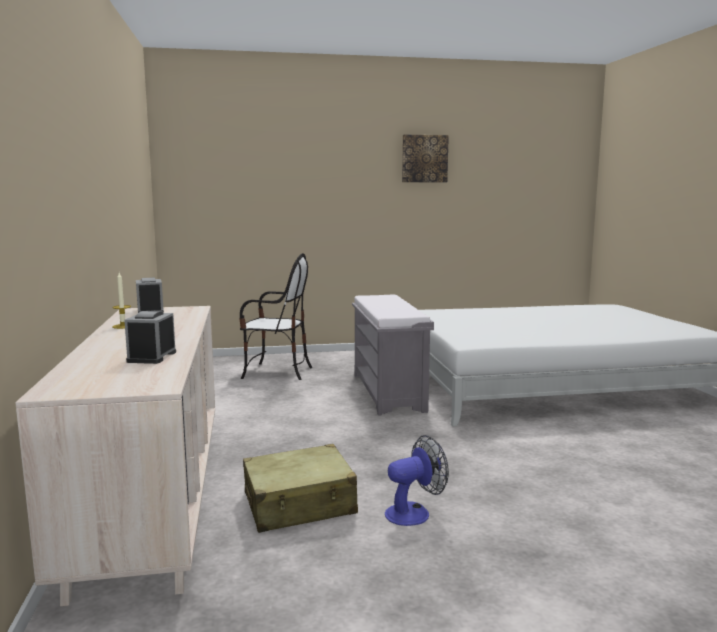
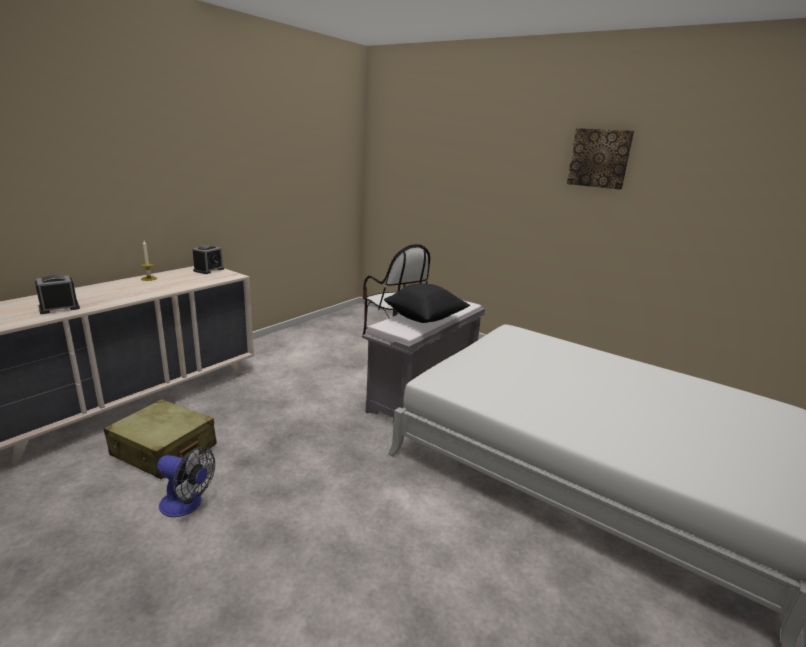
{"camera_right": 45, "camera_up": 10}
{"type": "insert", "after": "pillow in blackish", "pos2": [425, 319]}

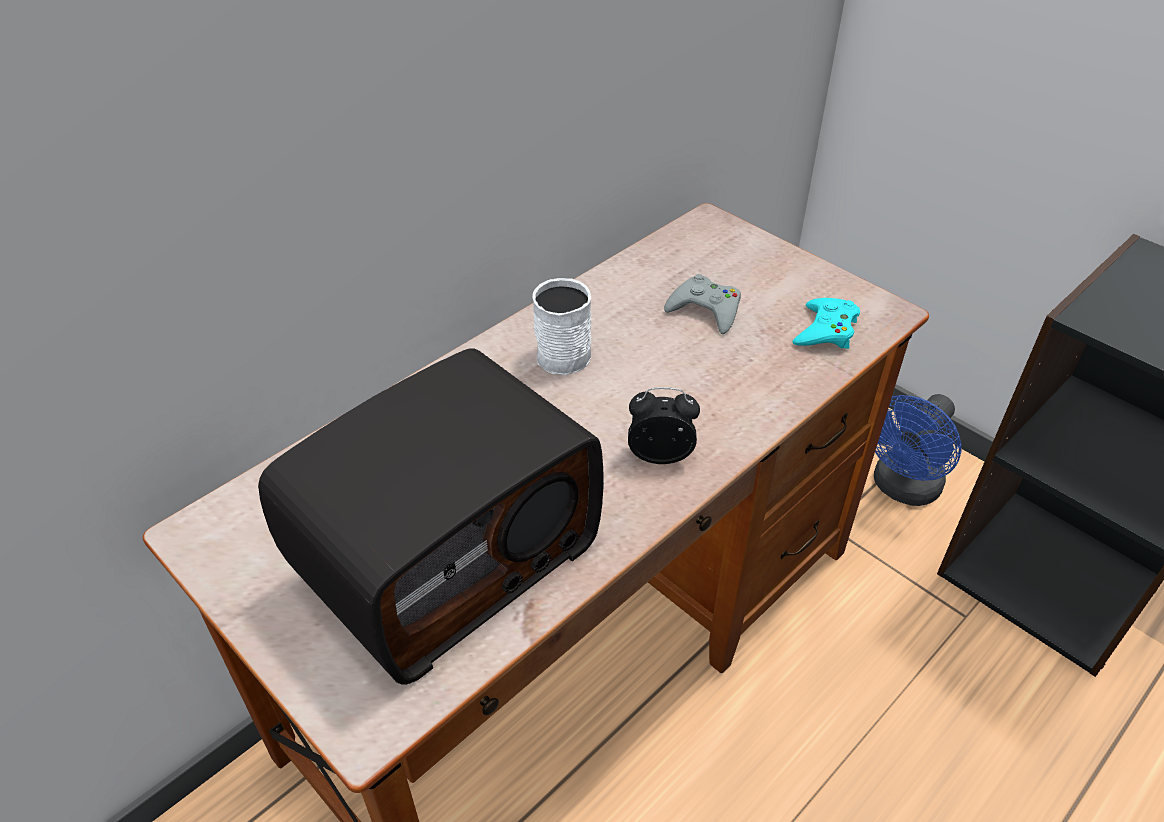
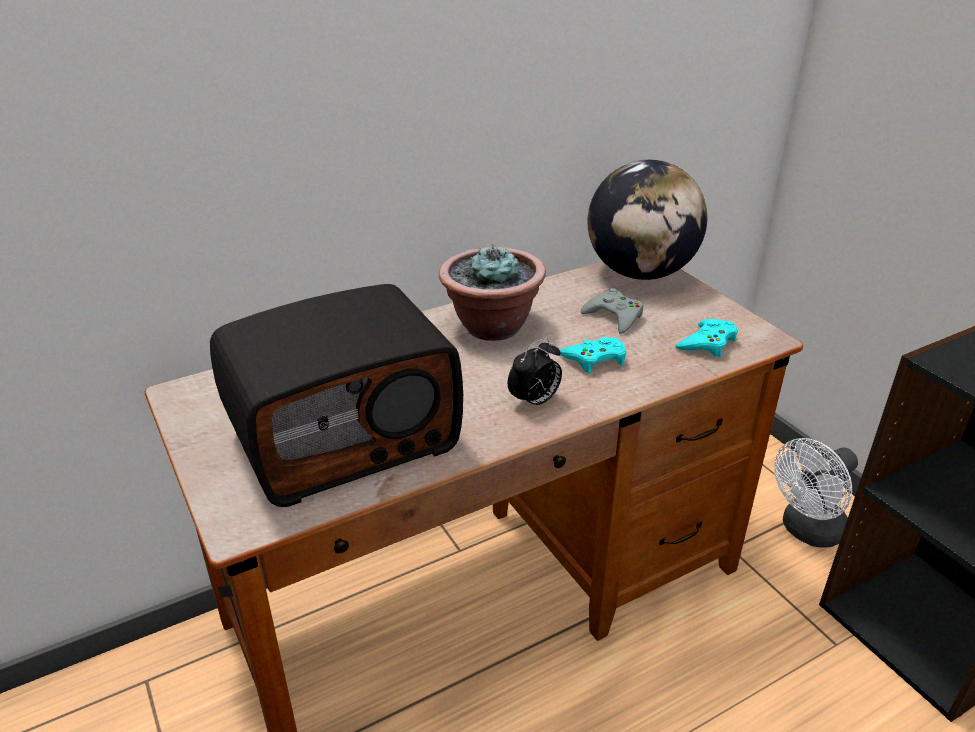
{"camera_right": 15, "camera_up": -10}
{"type": "replace", "before": "mug in whitish", "after": "potted plant", "pos1": [564, 350], "pos2": [491, 326]}
{"type": "rotate", "before": "bedside clock", "pos1": [660, 454], "pos2": [534, 402], "turn": 120}
{"type": "recolor", "before": "electric fan in blue-coloured", "after": "electric fan in whitish", "pos1": [902, 488], "pos2": [807, 531]}
{"type": "insert", "after": "game controller in blue-green", "pos2": [595, 359]}
{"type": "insert", "after": "world globe", "pos2": [640, 273]}

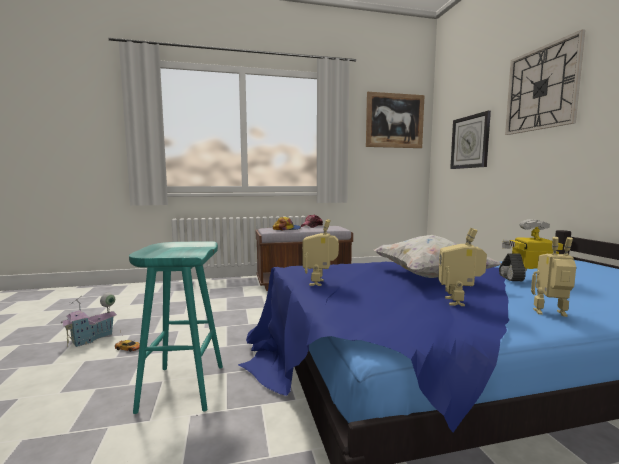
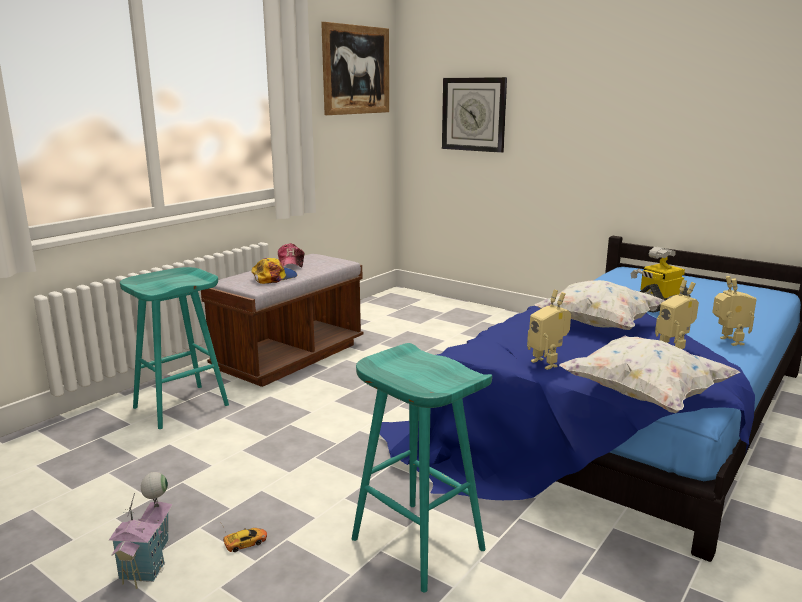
{"camera_right": -40, "camera_up": 10}
{"type": "delete", "before": "clock on the wall", "pos1": [541, 88]}
{"type": "rotate", "before": "robot figure", "pos1": [551, 314], "pos2": [728, 341], "turn": 105}
{"type": "insert", "after": "stool in blue-green", "pos2": [182, 405]}
{"type": "insert", "after": "pillow in whitish", "pos2": [643, 396]}

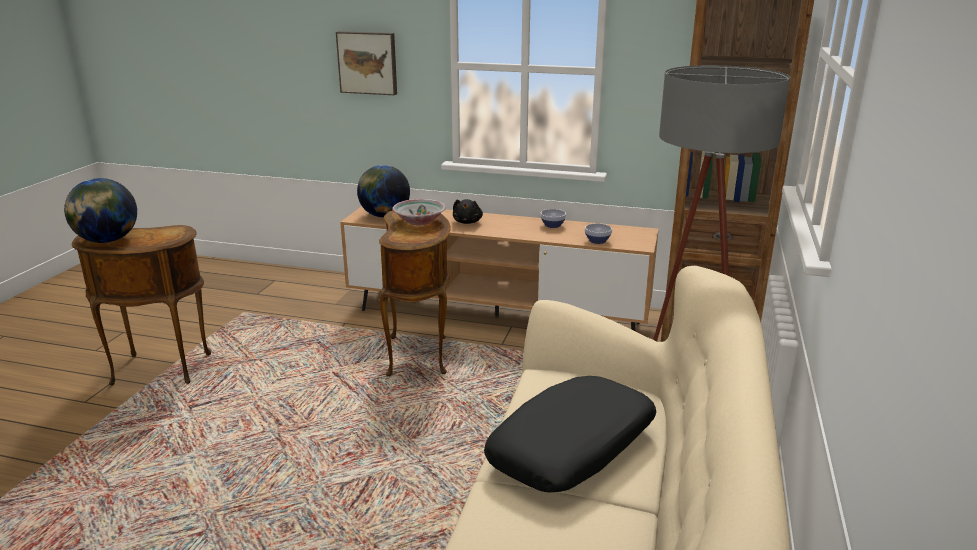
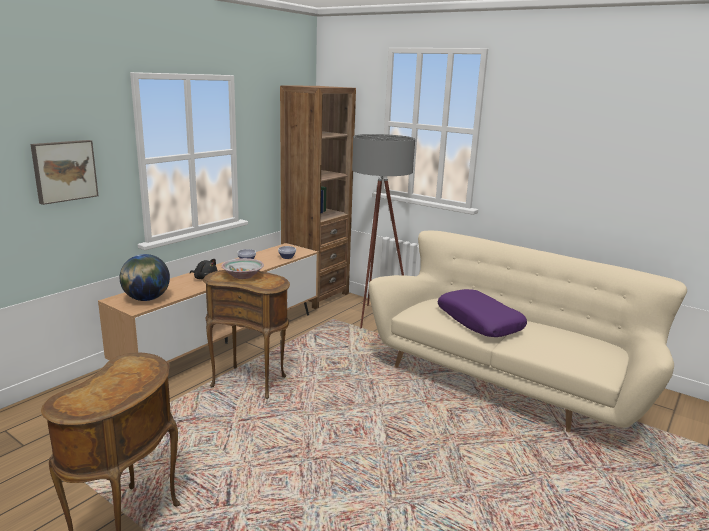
{"camera_right": -70, "camera_up": -5}
{"type": "delete", "before": "world globe", "pos1": [107, 241]}
{"type": "recolor", "before": "pillow in blackish", "after": "pillow in purple-coloured", "pos1": [572, 448], "pos2": [479, 321]}

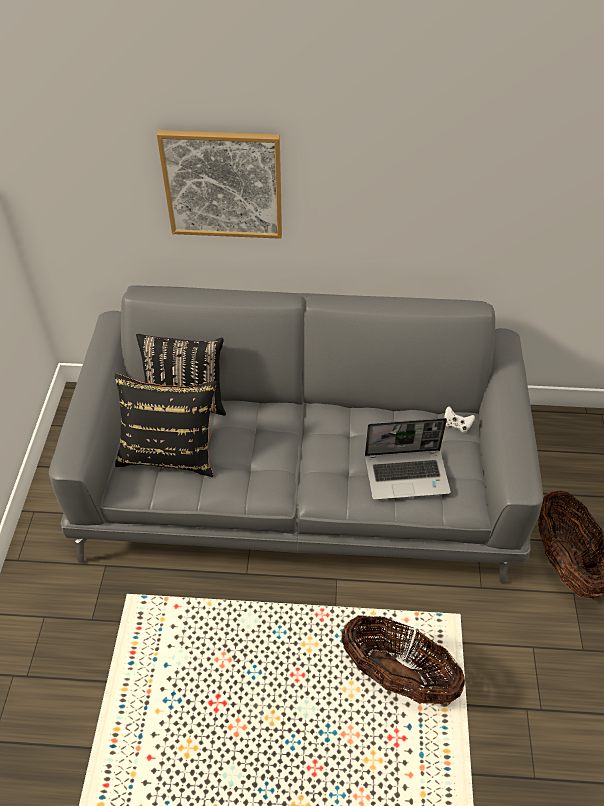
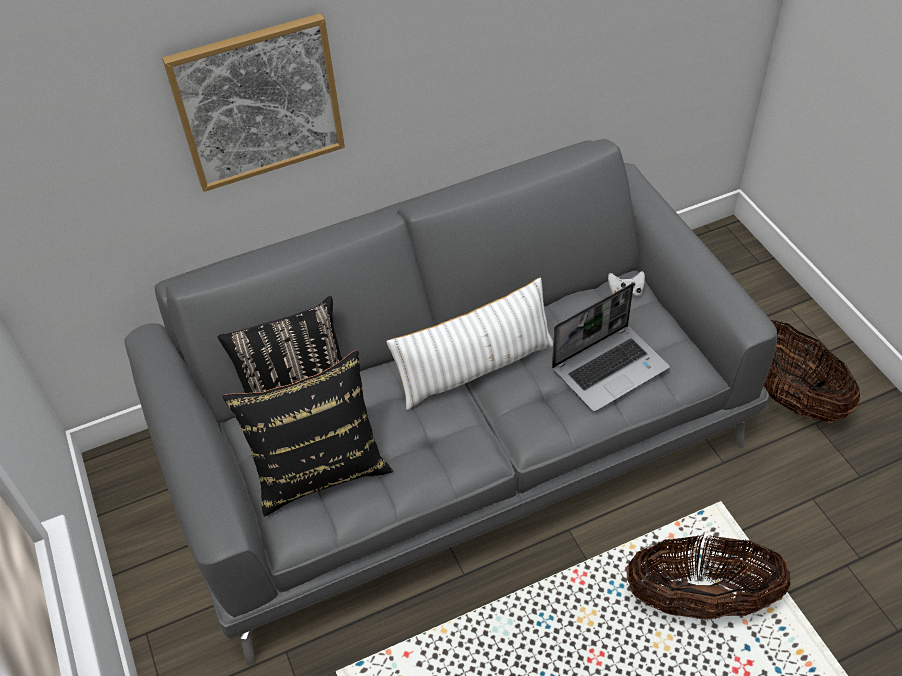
{"camera_right": -25, "camera_up": 0}
{"type": "insert", "after": "pillow in whitish", "pos2": [475, 368]}

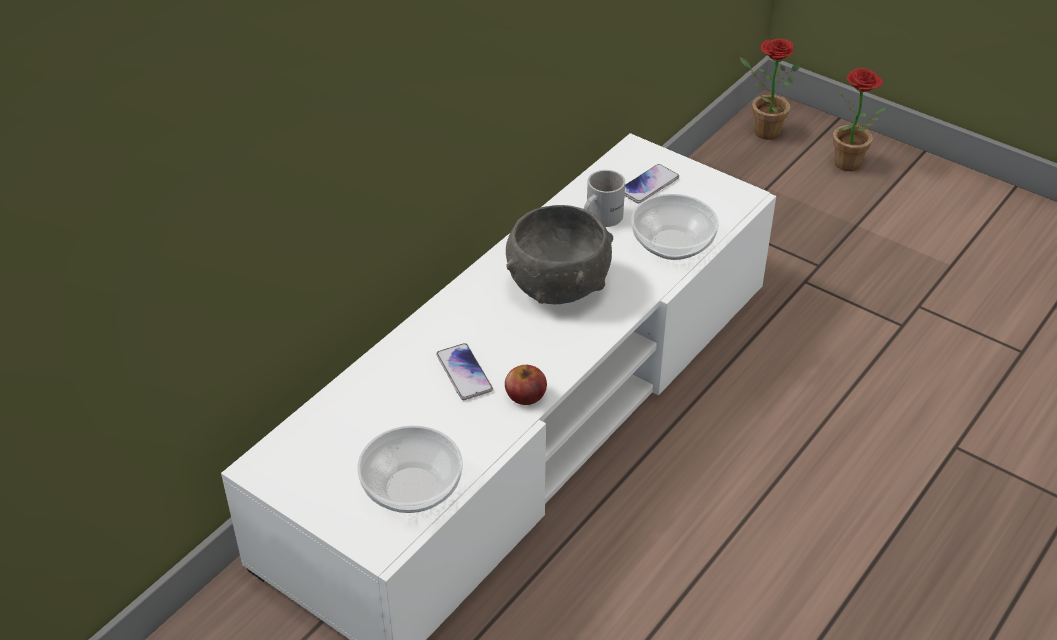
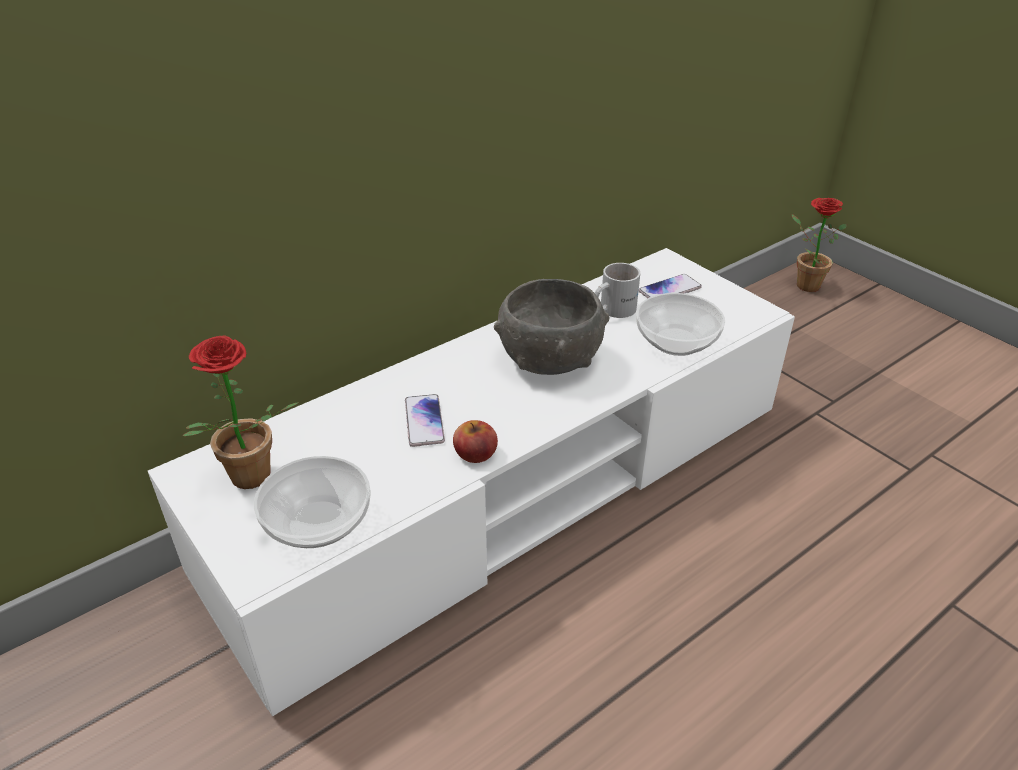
{"camera_right": 15, "camera_up": -5}
{"type": "move", "before": "potted plant", "pos1": [850, 167], "pos2": [248, 482]}

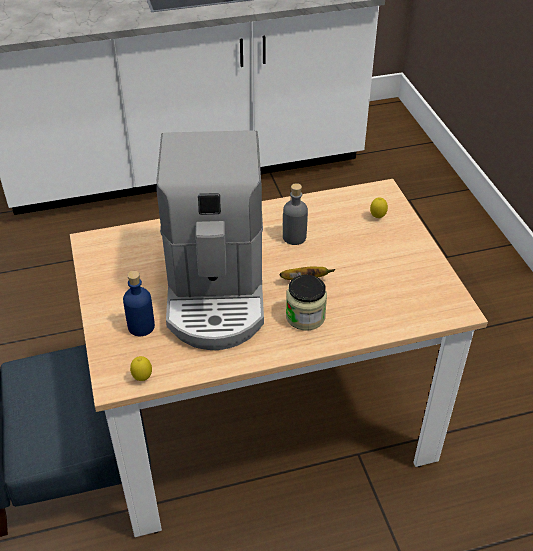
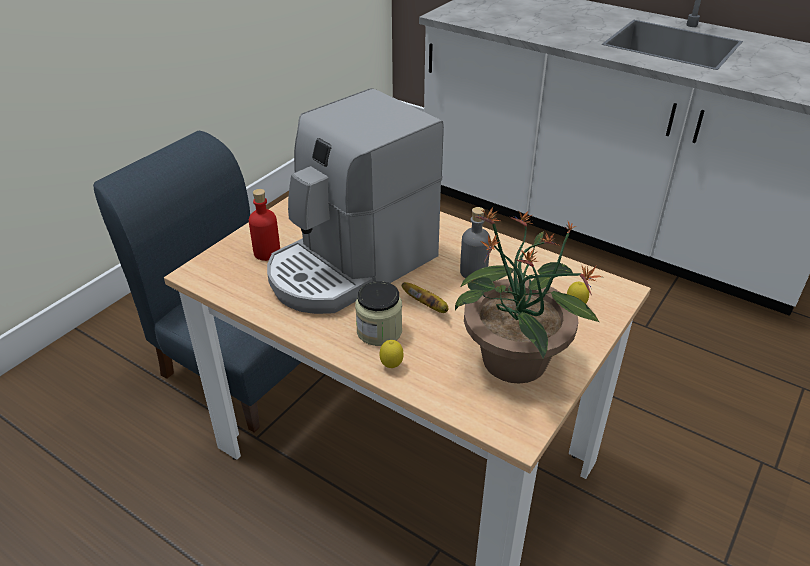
{"camera_right": 50, "camera_up": -5}
{"type": "recolor", "before": "drink bottle in blue-coloured", "after": "drink bottle in reddish", "pos1": [141, 326], "pos2": [267, 253]}
{"type": "move", "before": "citrus fruit", "pos1": [142, 378], "pos2": [391, 366]}
{"type": "insert", "after": "potted plant", "pos2": [514, 362]}

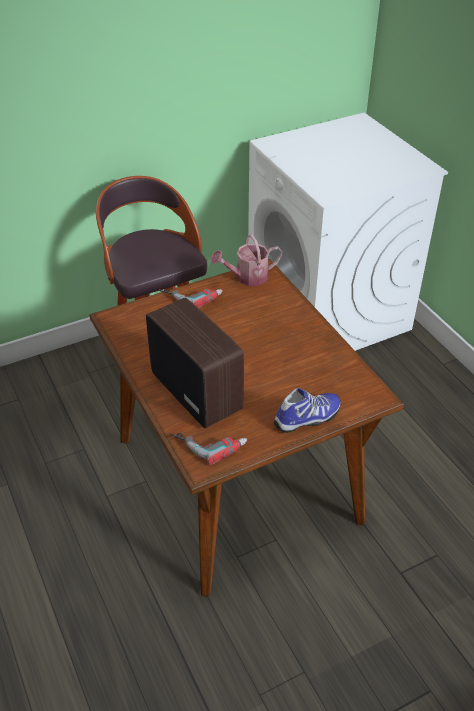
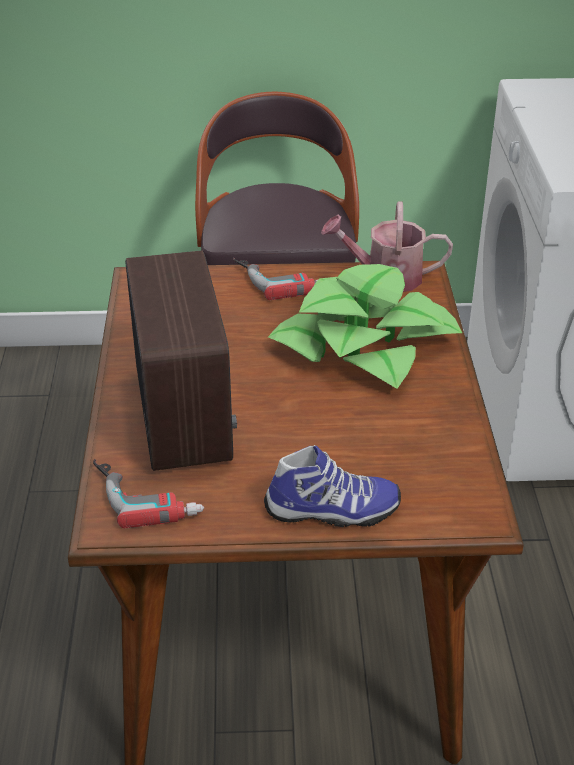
{"camera_right": 25, "camera_up": -5}
{"type": "insert", "after": "potted plant", "pos2": [365, 345]}

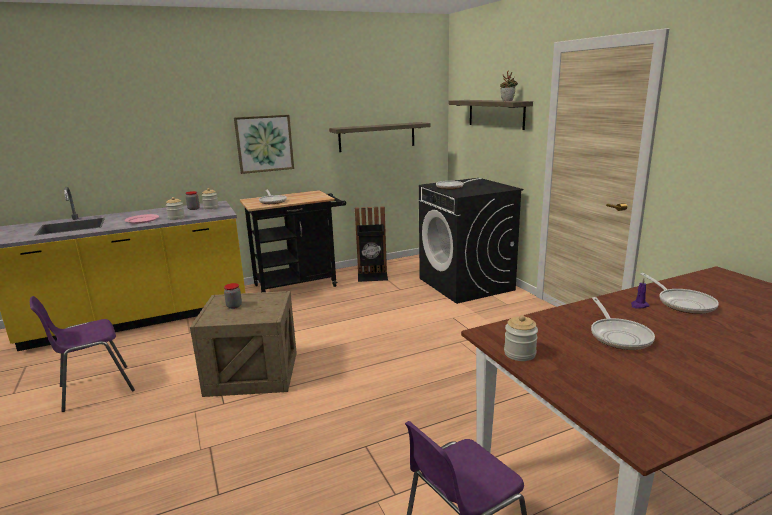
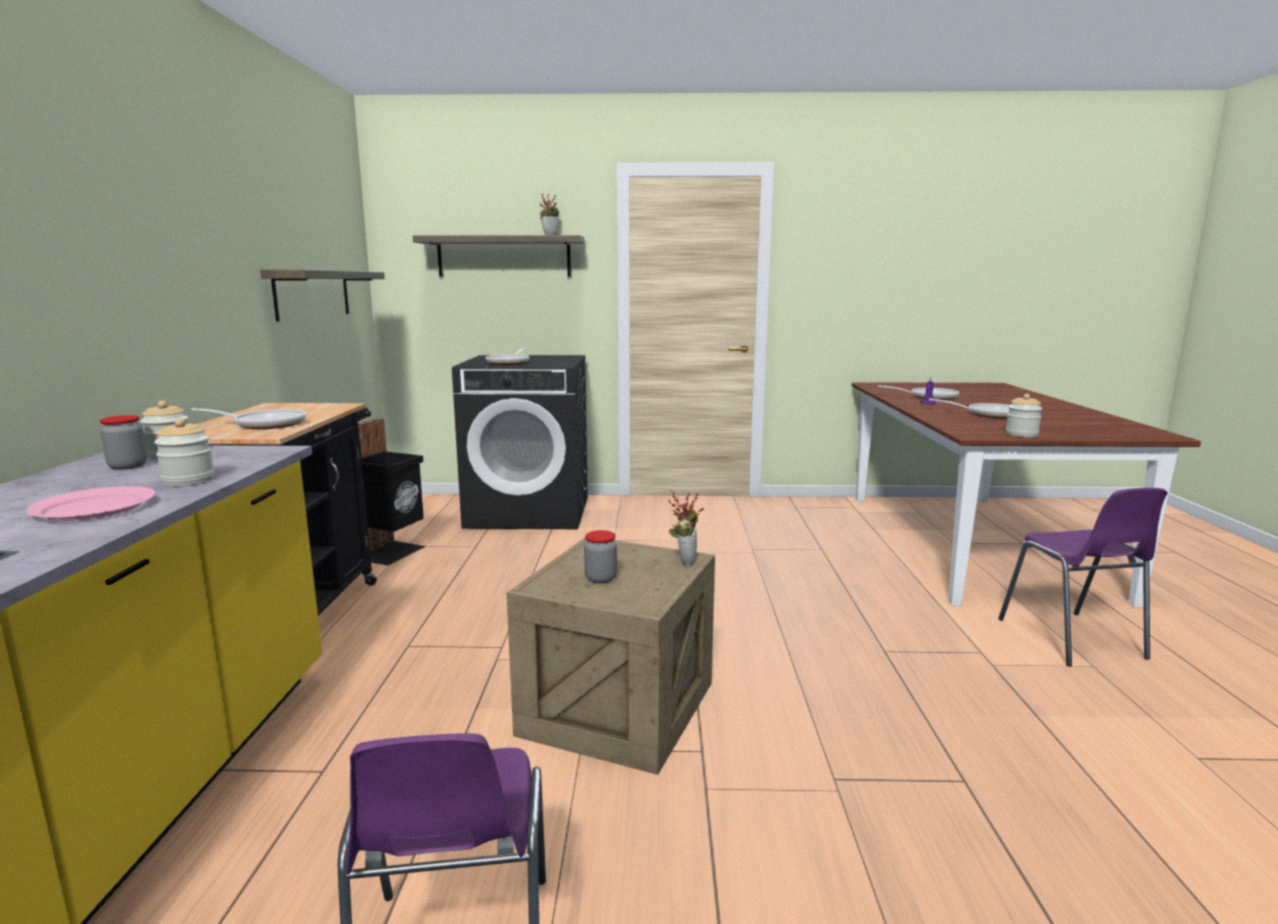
{"camera_right": -65, "camera_up": -5}
{"type": "delete", "before": "wall picture", "pos1": [264, 143]}
{"type": "insert", "after": "potted plant", "pos2": [684, 560]}

